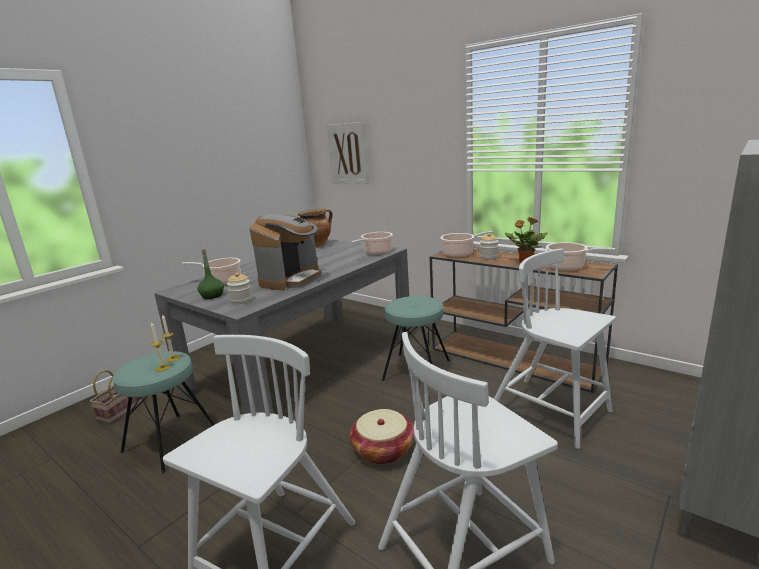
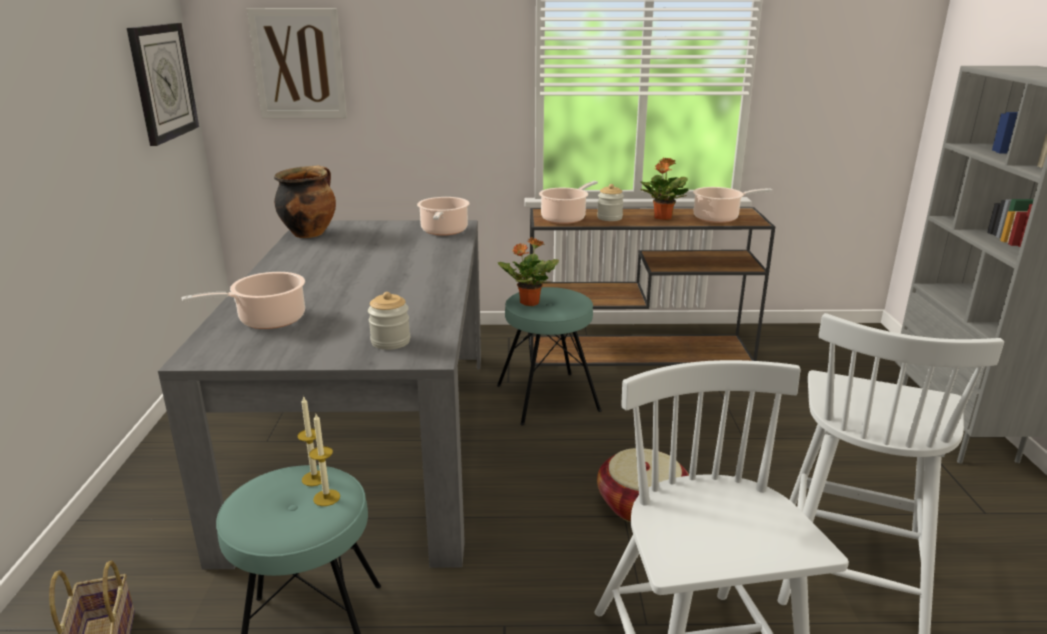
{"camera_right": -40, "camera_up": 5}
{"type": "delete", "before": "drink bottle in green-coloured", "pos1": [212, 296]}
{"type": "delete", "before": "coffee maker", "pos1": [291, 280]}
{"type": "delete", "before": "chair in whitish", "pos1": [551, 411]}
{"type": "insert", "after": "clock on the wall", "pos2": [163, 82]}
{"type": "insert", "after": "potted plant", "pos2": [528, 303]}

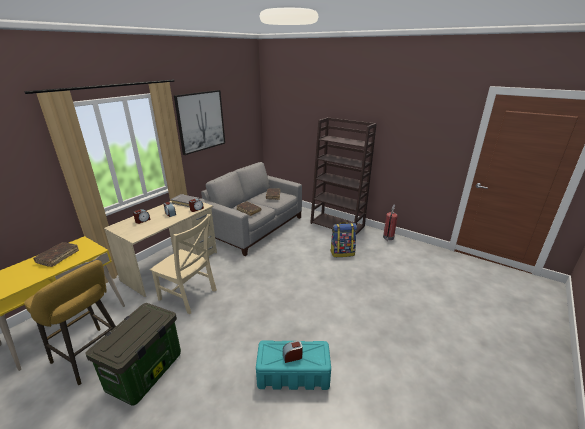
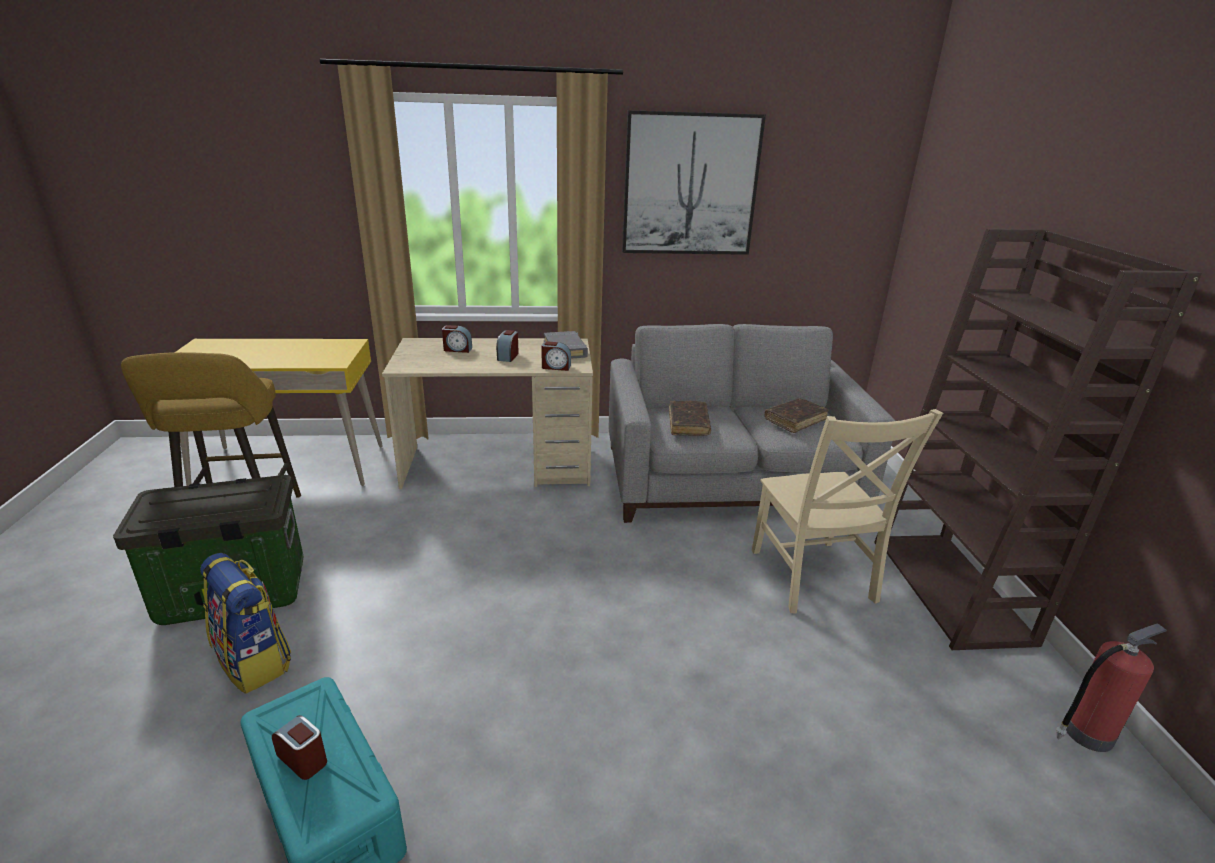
{"camera_right": 50, "camera_up": 0}
{"type": "delete", "before": "volume in brown-coloured", "pos1": [58, 257]}
{"type": "move", "before": "chair in beige-coloured", "pos1": [189, 296], "pos2": [813, 579]}
{"type": "move", "before": "rucksack", "pos1": [342, 253], "pos2": [255, 661]}

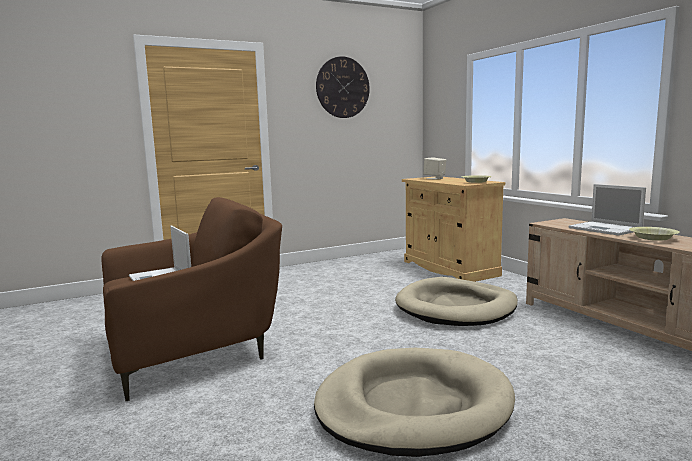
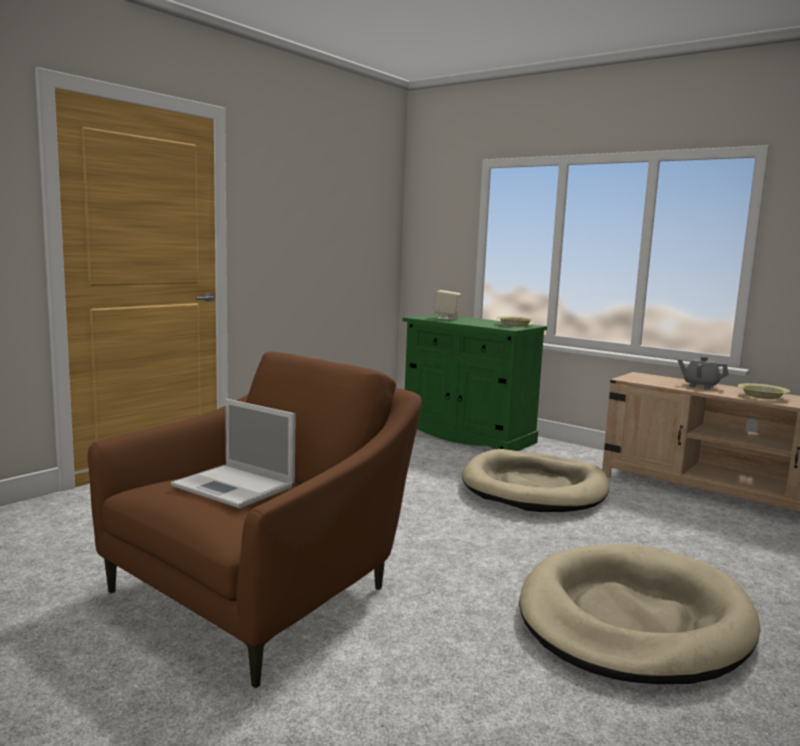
{"camera_right": -25, "camera_up": 0}
{"type": "delete", "before": "clock on the wall", "pos1": [343, 87]}
{"type": "recolor", "before": "cabinet in beige-coloured", "after": "cabinet in green-coloured", "pos1": [449, 268], "pos2": [467, 436]}
{"type": "replace", "before": "notebook computer", "after": "teapot in gray", "pos1": [606, 229], "pos2": [700, 386]}

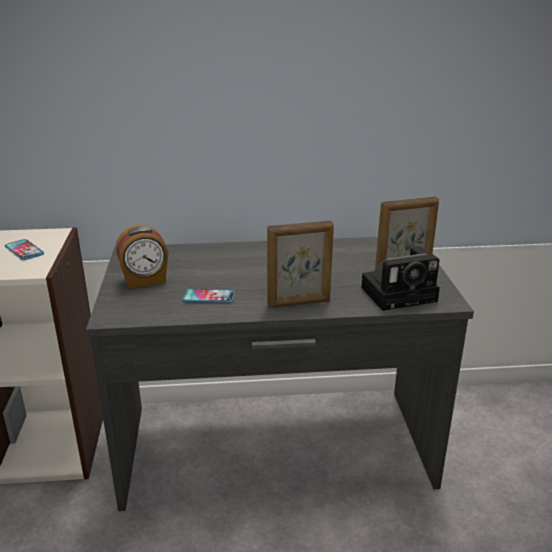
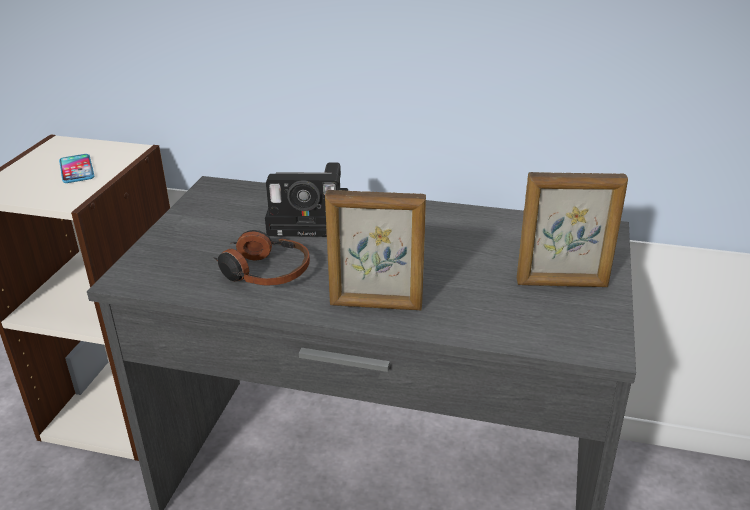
{"camera_right": 20, "camera_up": 5}
{"type": "delete", "before": "bedside clock", "pos1": [145, 280]}
{"type": "replace", "before": "telephone", "after": "headset", "pos1": [209, 296], "pos2": [263, 272]}
{"type": "move", "before": "still camera", "pos1": [401, 293], "pos2": [313, 220]}

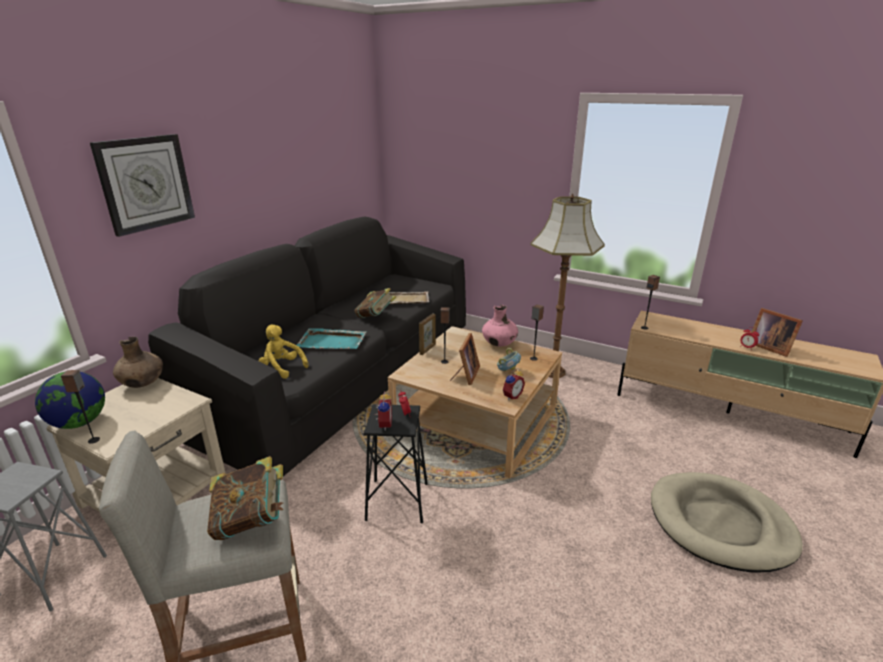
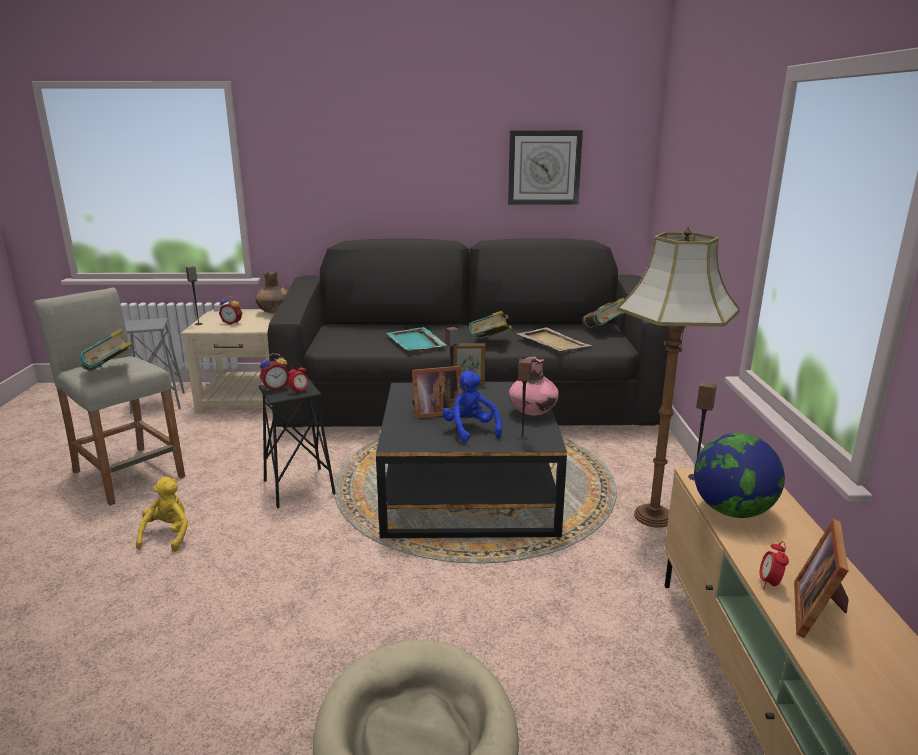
{"camera_right": 60, "camera_up": -5}
{"type": "move", "before": "world globe", "pos1": [79, 423], "pos2": [732, 511]}
{"type": "move", "before": "clock on the wall", "pos1": [145, 183], "pos2": [544, 167]}
{"type": "move", "before": "plush toy in yellowish", "pos1": [282, 368], "pos2": [168, 535]}
{"type": "recolor", "before": "lounge table in beige-coloured", "after": "lounge table in blackish", "pos1": [476, 421], "pos2": [468, 492]}
{"type": "replace", "before": "bowl", "after": "plush toy in blue-coloured", "pos1": [508, 371], "pos2": [470, 430]}
{"type": "move", "before": "bedside clock", "pos1": [511, 396], "pos2": [232, 323]}
{"type": "insert", "after": "volume", "pos2": [603, 330]}

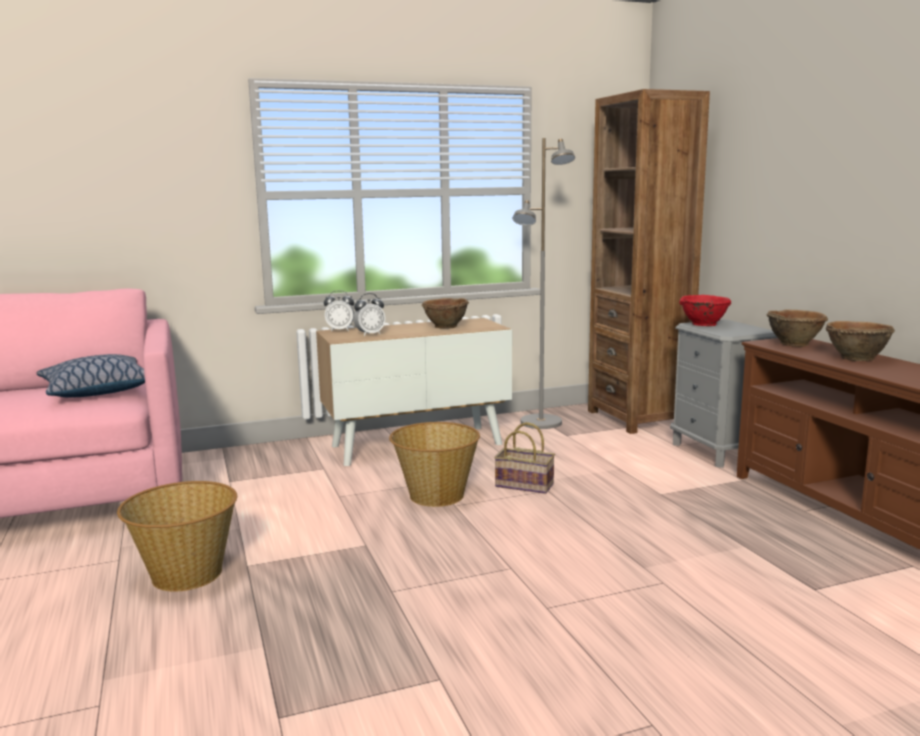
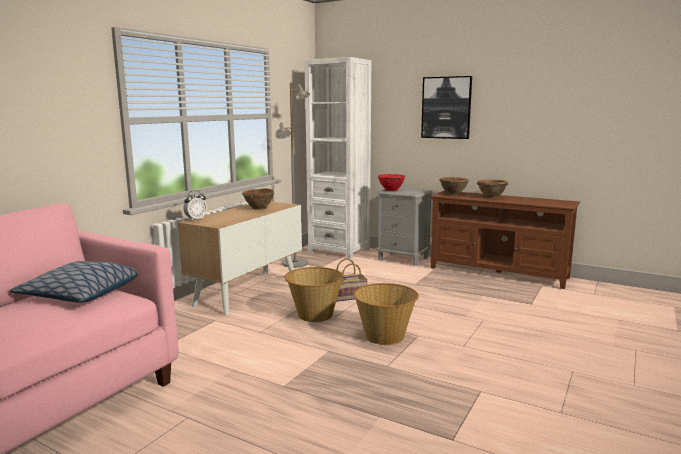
{"camera_right": -40, "camera_up": 0}
{"type": "move", "before": "household basket", "pos1": [186, 575], "pos2": [385, 336]}
{"type": "delete", "before": "bedside clock", "pos1": [370, 334]}
{"type": "recolor", "before": "bookcase in brown-coloured", "after": "bookcase in whitish", "pos1": [638, 418], "pos2": [339, 250]}
{"type": "insert", "after": "wall picture", "pos2": [446, 107]}

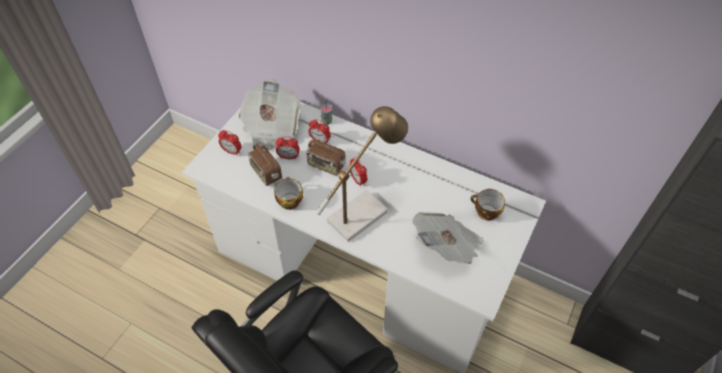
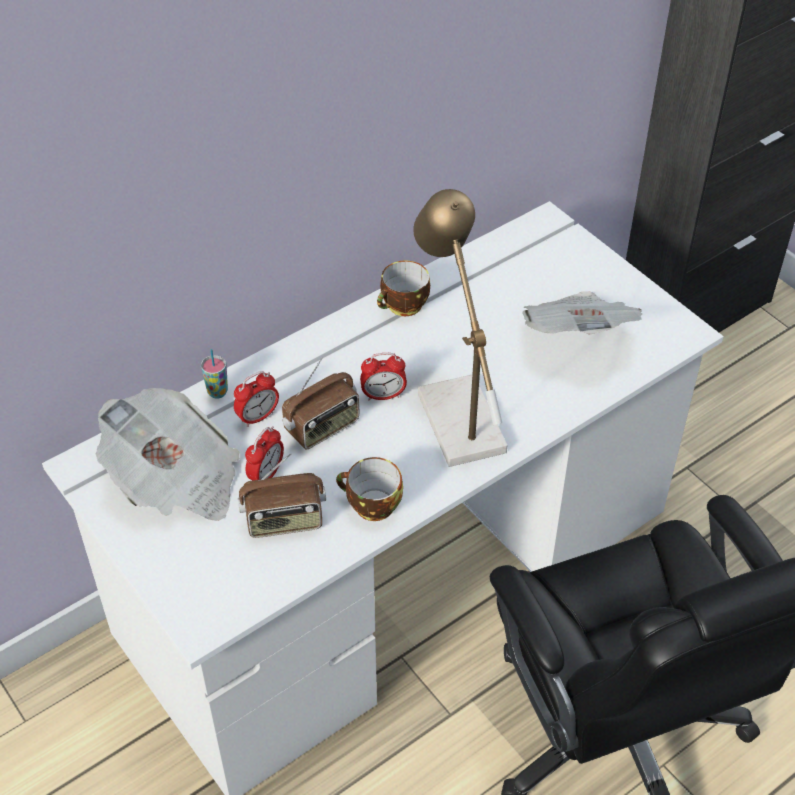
{"camera_right": -65, "camera_up": -5}
{"type": "delete", "before": "bedside clock", "pos1": [232, 151]}
{"type": "move", "before": "small cup", "pos1": [485, 212], "pos2": [404, 306]}

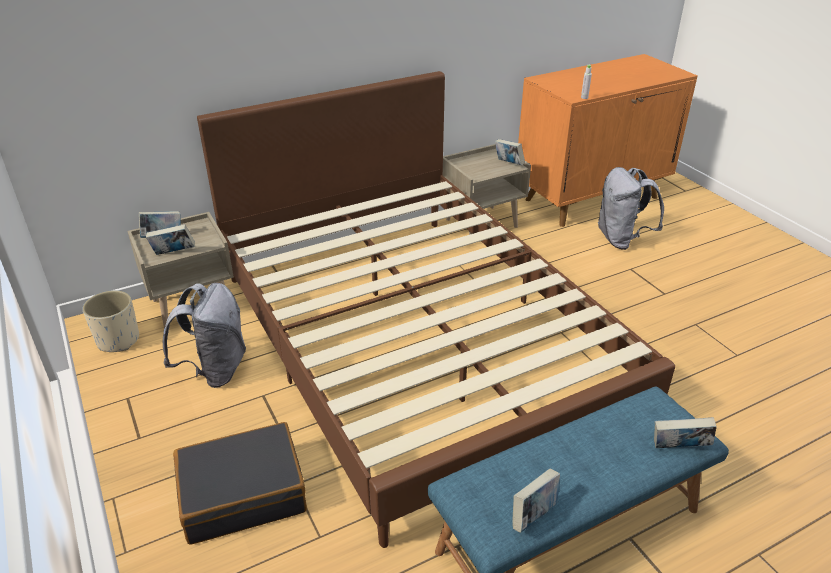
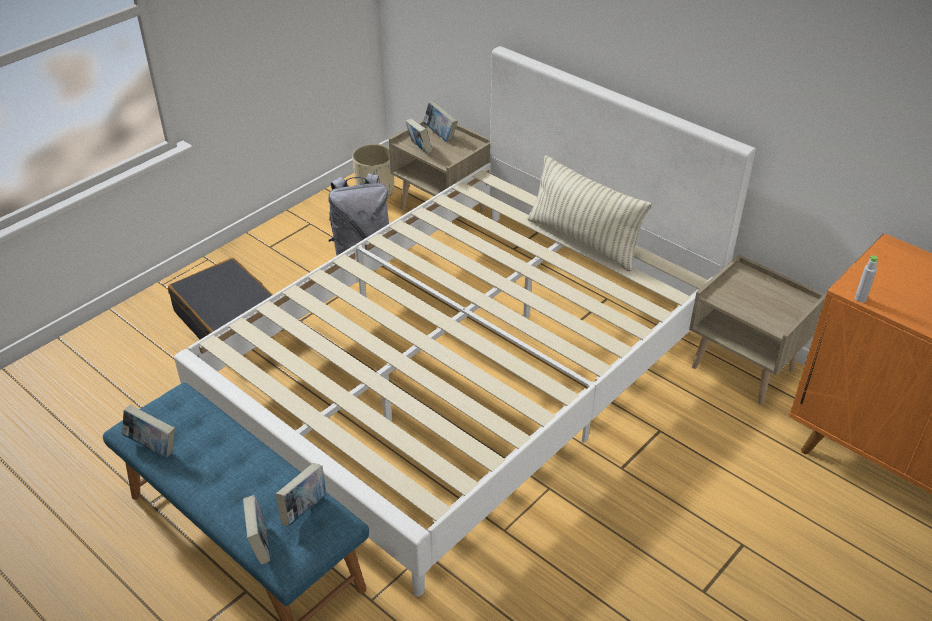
{"camera_right": 70, "camera_up": 5}
{"type": "recolor", "before": "sleeping bed in brown-coloured", "after": "sleeping bed in whitish", "pos1": [416, 341], "pos2": [467, 369]}
{"type": "move", "before": "volume", "pos1": [508, 164], "pos2": [304, 509]}
{"type": "delete", "before": "rucksack in gray", "pos1": [621, 240]}
{"type": "insert", "after": "pillow", "pos2": [583, 240]}

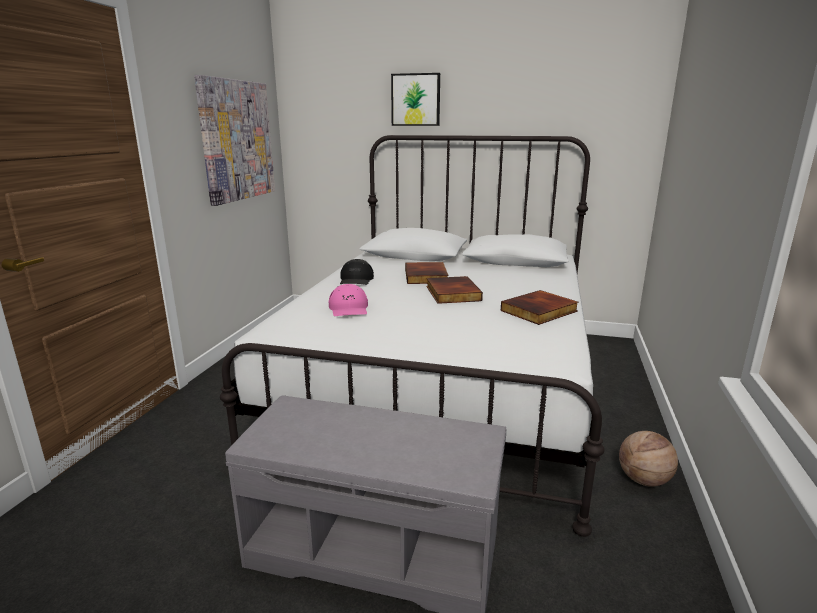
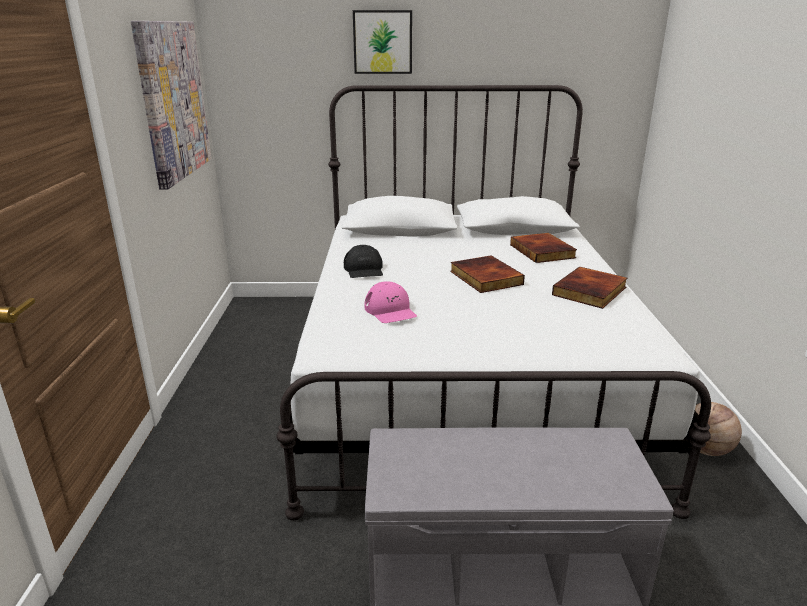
{"camera_right": -15, "camera_up": 5}
{"type": "move", "before": "volume", "pos1": [427, 276], "pos2": [543, 251]}

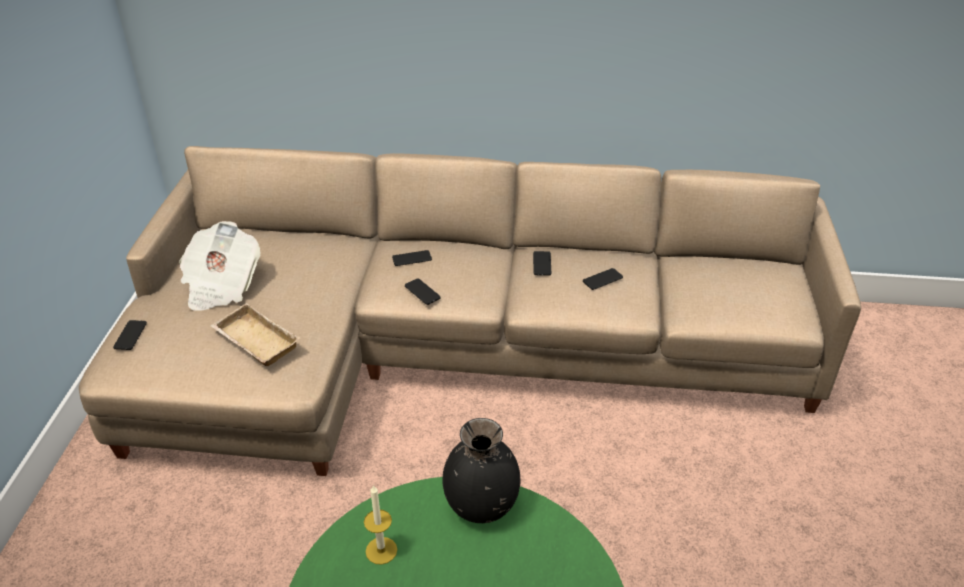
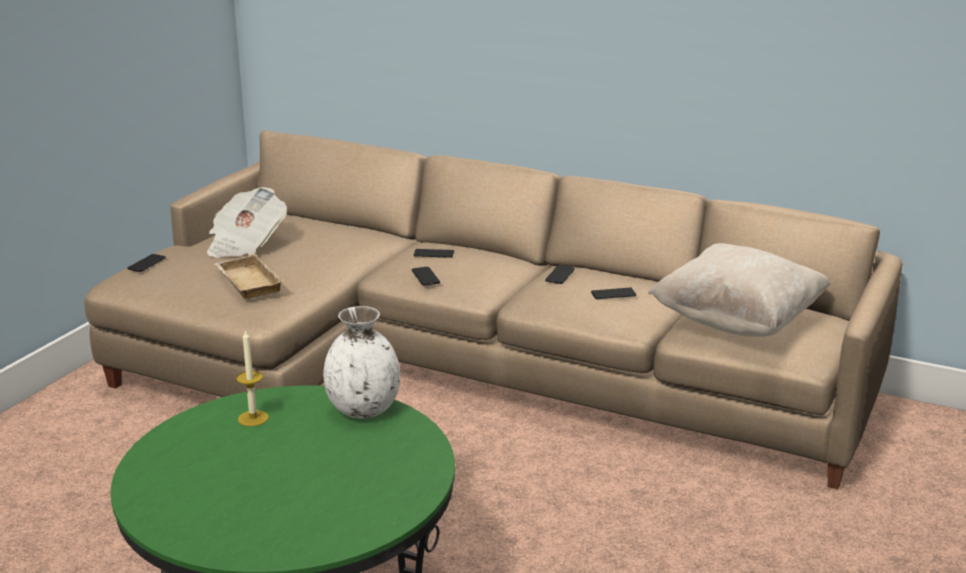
{"camera_right": 20, "camera_up": -15}
{"type": "recolor", "before": "decorative vase in blackish", "after": "decorative vase in whitish", "pos1": [481, 505], "pos2": [362, 410]}
{"type": "insert", "after": "pillow in beige-coloured", "pos2": [737, 322]}

